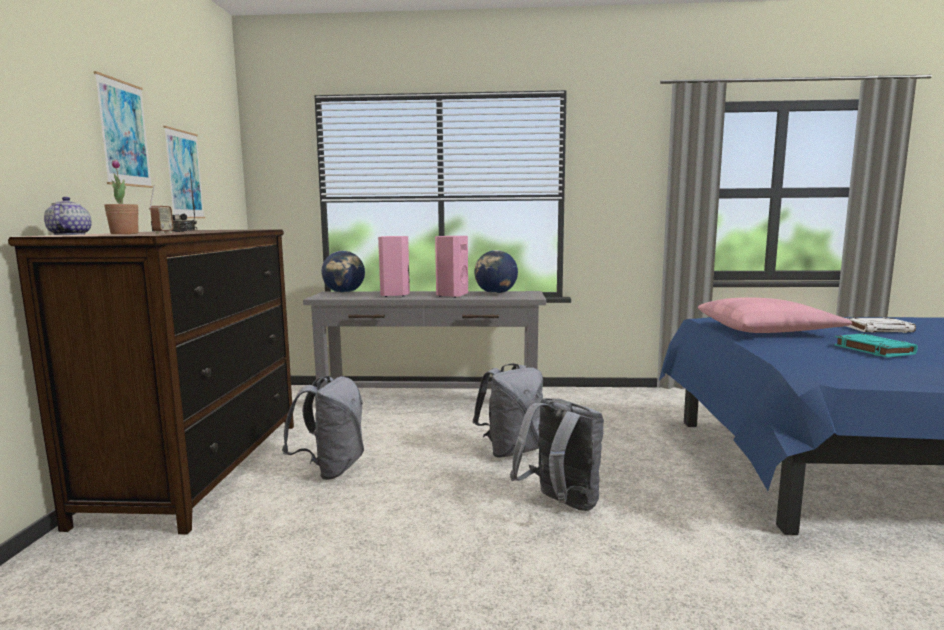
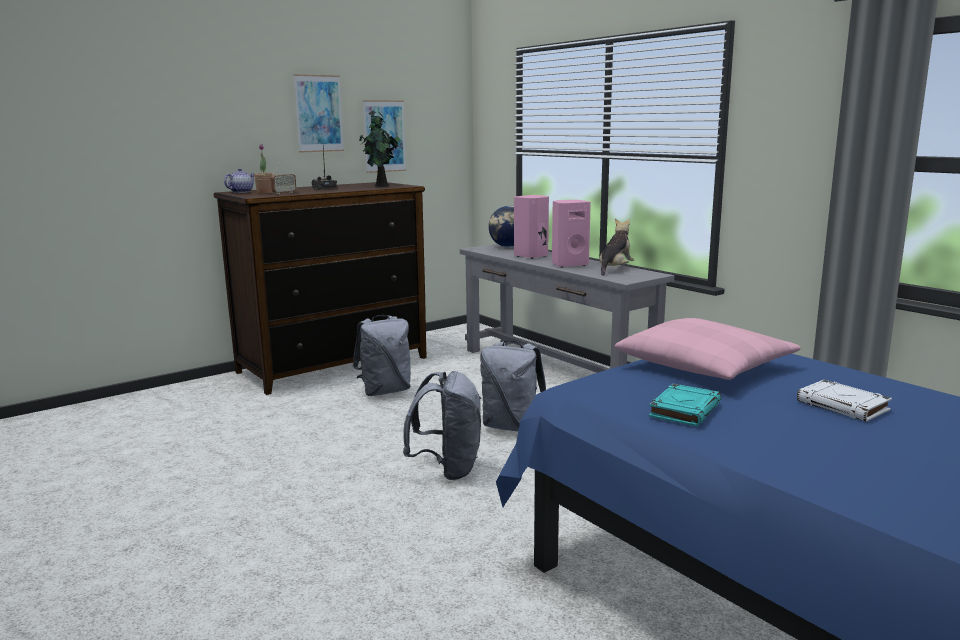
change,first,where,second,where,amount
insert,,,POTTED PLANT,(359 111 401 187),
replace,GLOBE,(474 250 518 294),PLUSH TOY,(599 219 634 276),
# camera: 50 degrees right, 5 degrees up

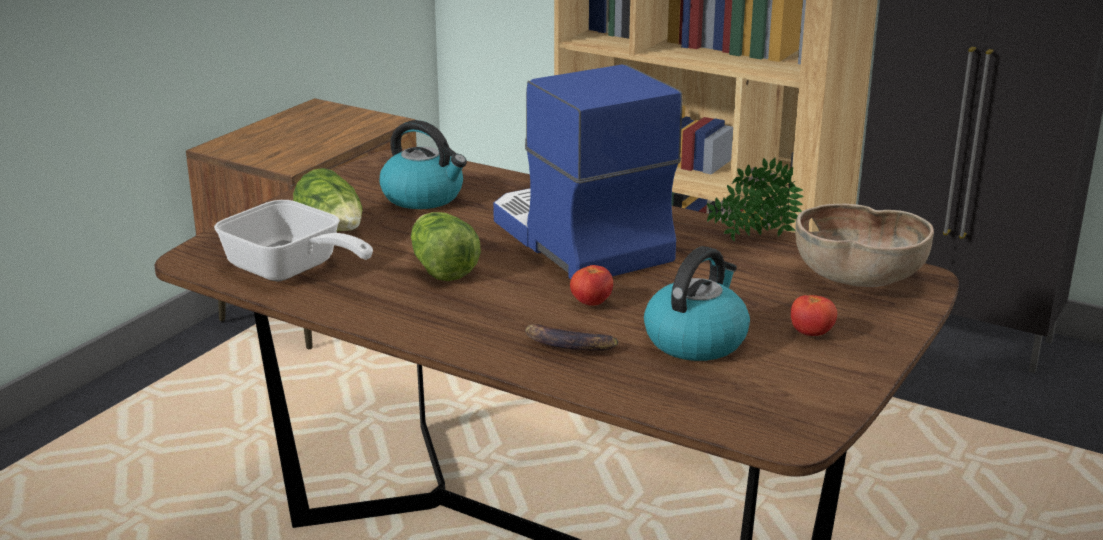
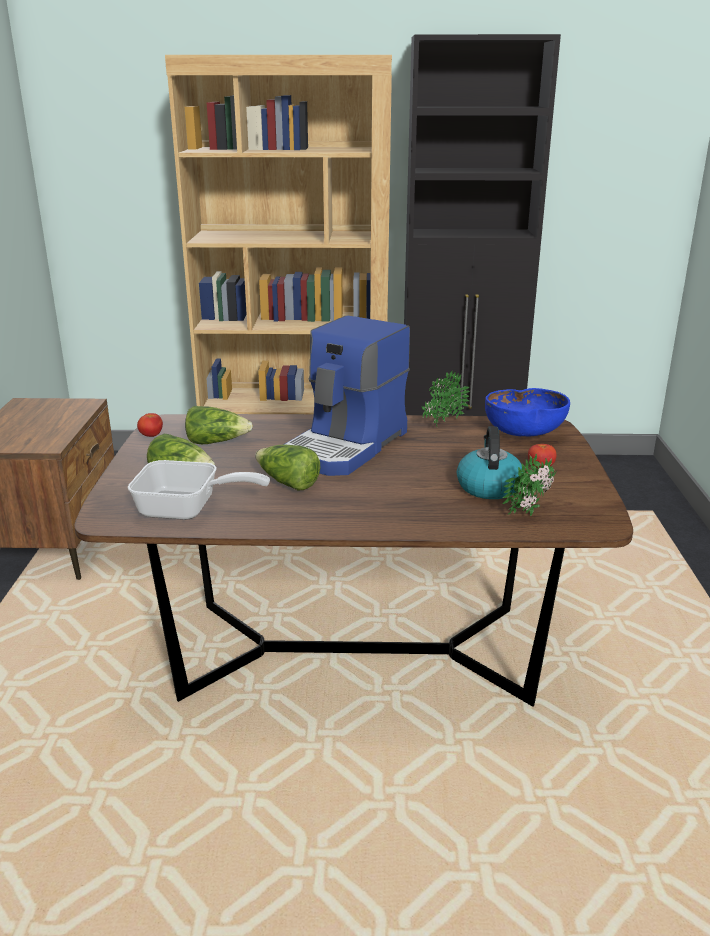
change,first,where,second,where,amount
delete,BANANA,(525 324 618 351),,,
insert,,,POTTED PLANT,(502 454 557 516),
move,TOMATO,(570 265 613 306),,(137 413 163 437),
replace,KETTLE,(380 120 467 209),LETTUCE,(185 406 253 444),
recolor,BROWN BOWL,(795 203 934 287),BLUE BOWL,(485 388 570 436),
rotate,COFFEE MACHINE,(493 64 683 279),,(284 316 410 476),90 degrees counterclockwise
# camera: 30 degrees left, 0 degrees up

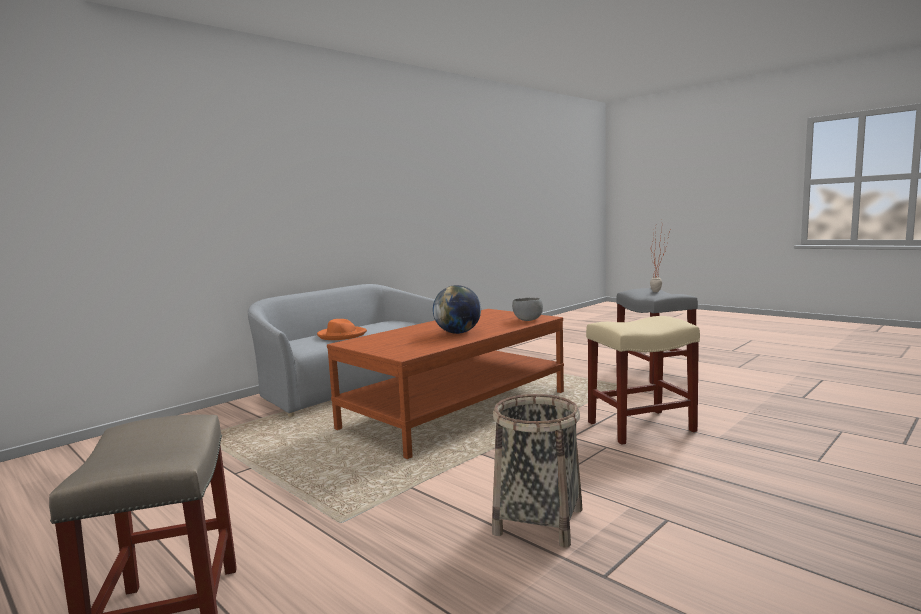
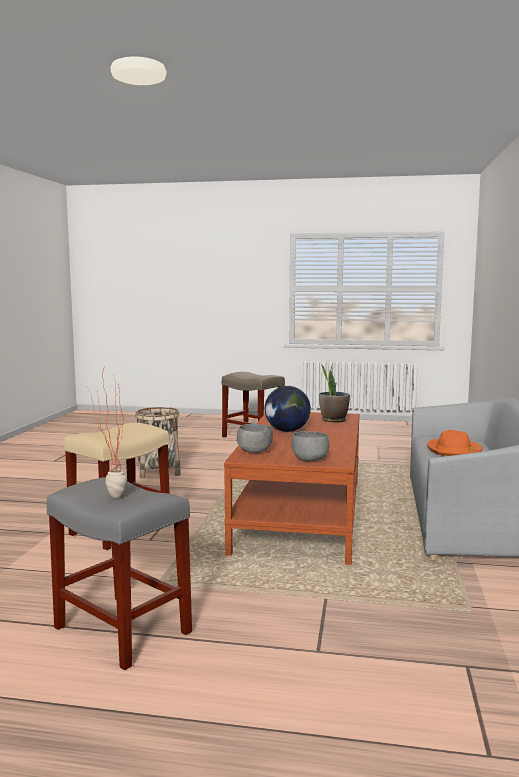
change,first,where,second,where,amount
insert,,,GREY BOWL,(292 431 330 462),
insert,,,POTTED PLANT,(319 365 350 423),
# camera: 145 degrees right, 0 degrees up

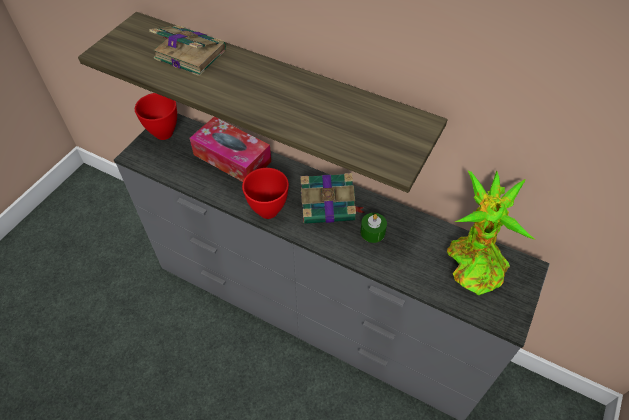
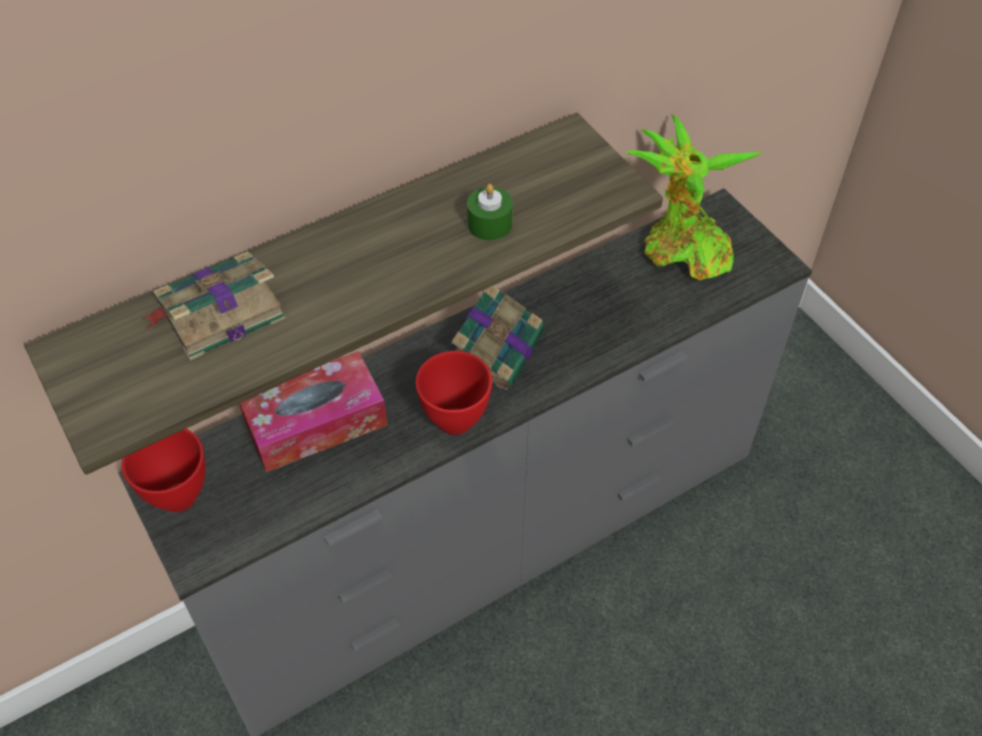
change,first,where,second,where,amount
move,GREEN CANDLE,(360 213 387 243),,(467 184 513 240),
# camera: 60 degrees left, 0 degrees up

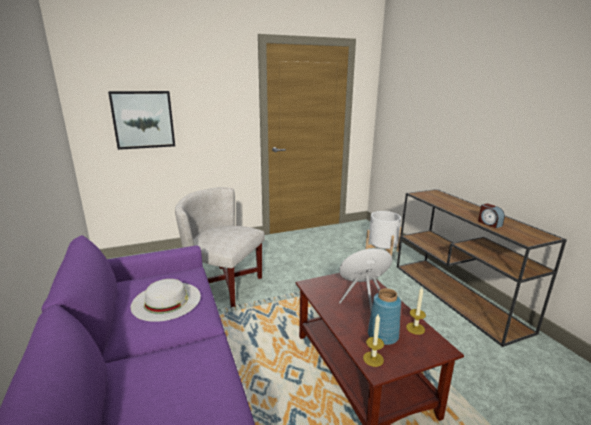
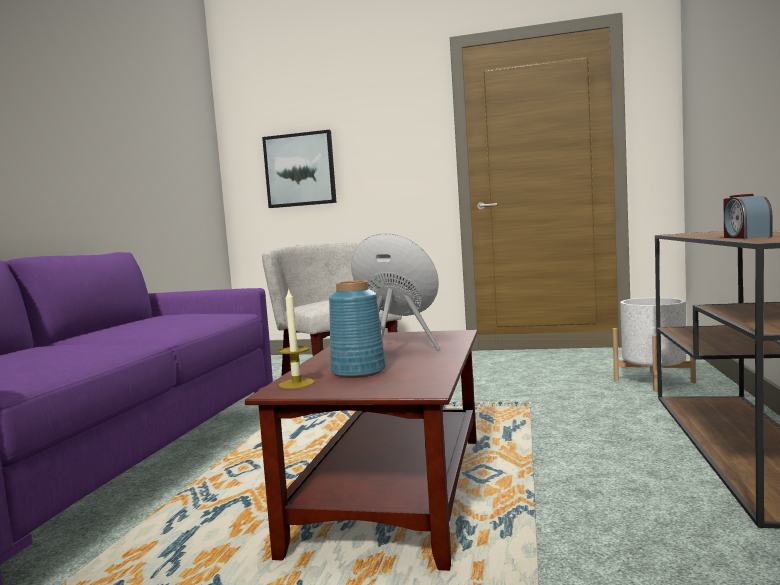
change,first,where,second,where,amount
delete,WHITE HAT,(131 279 201 322),,,
delete,CANDLE,(406 287 426 335),,,
# camera: 35 degrees right, 15 degrees down

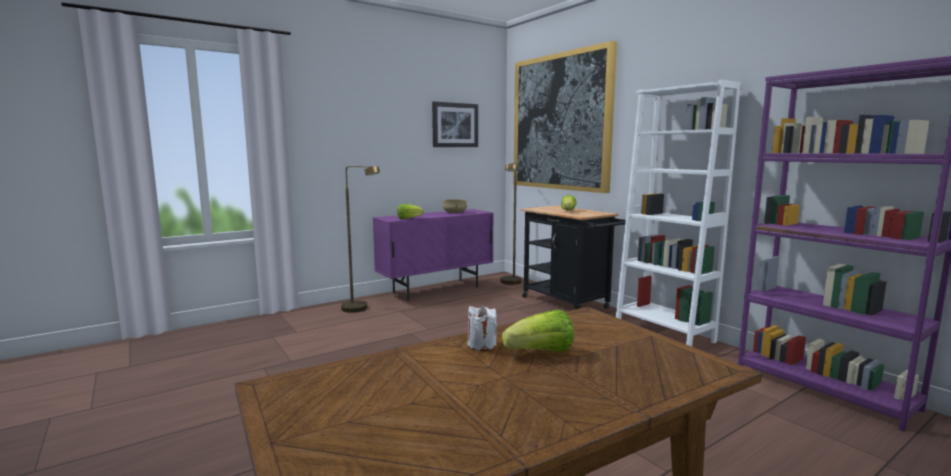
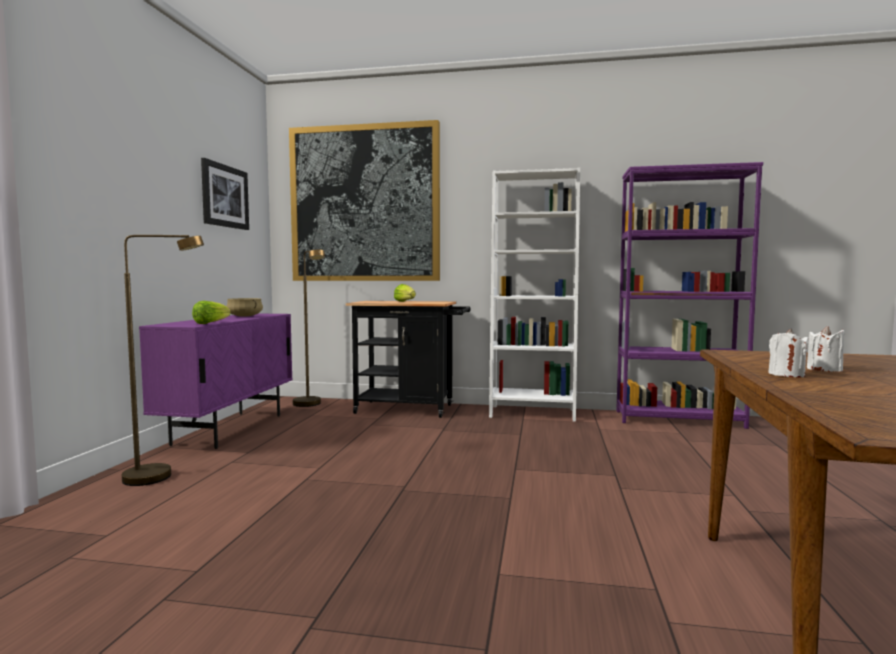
change,first,where,second,where,amount
replace,LETTUCE,(502 309 574 352),WHITE CANDLE,(807 326 845 372),
# camera: 45 degrees left, 5 degrees down

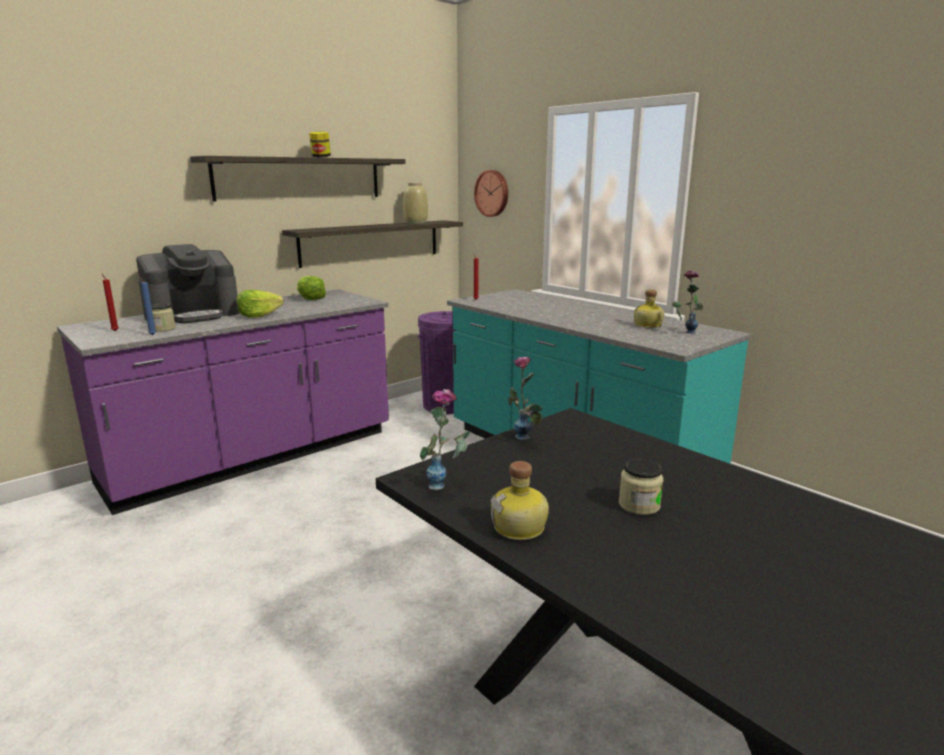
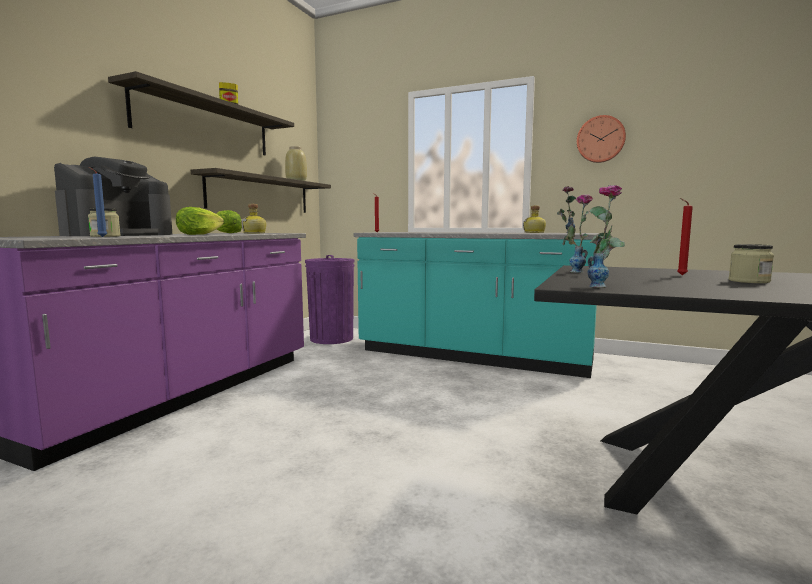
change,first,where,second,where,amount
move,RED CANDLE,(102 274 119 331),,(677 198 693 275),
move,WALL CLOCK,(474 170 508 217),,(577 115 626 163),
move,BOTTLE,(490 461 549 540),,(241 204 266 234),
# camera: 25 degrees left, 10 degrees down

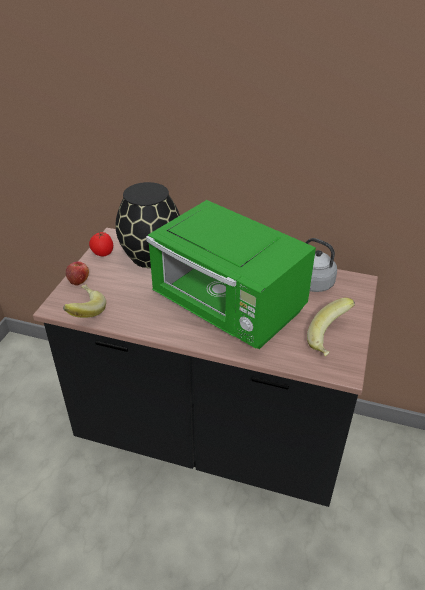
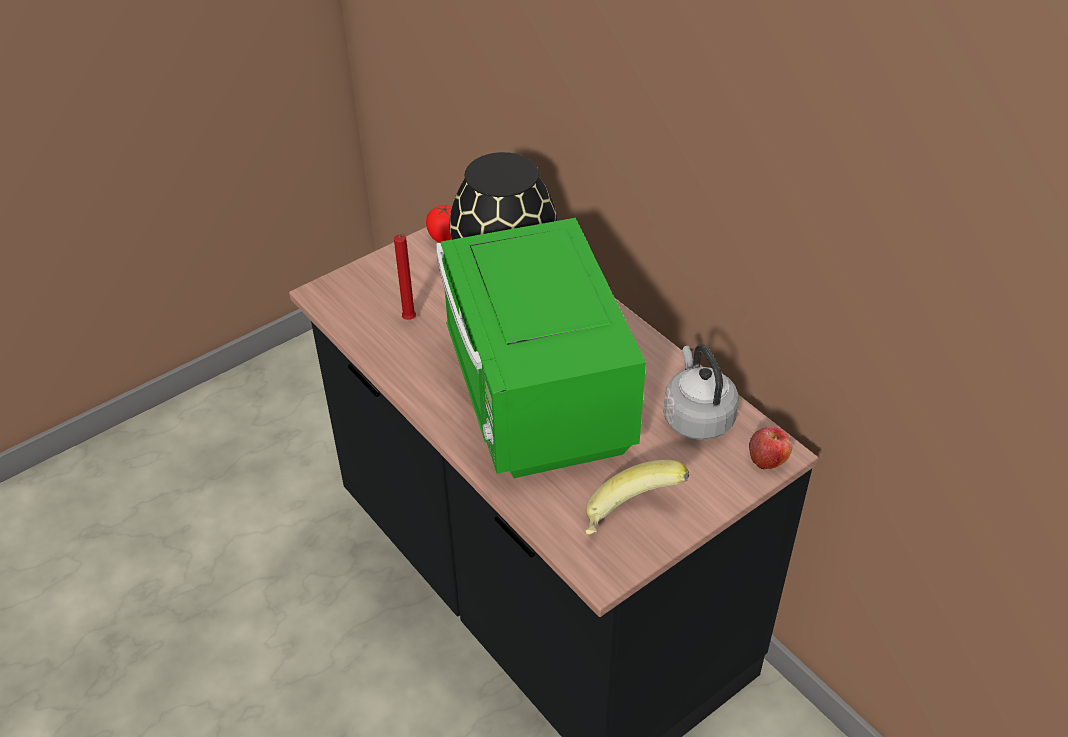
change,first,where,second,where,amount
delete,BANANA,(63 285 106 318),,,
insert,,,RED CANDLE,(394 233 416 320),
move,APPLE,(66 261 89 286),,(749 427 792 469),
# camera: 35 degrees right, 5 degrees up

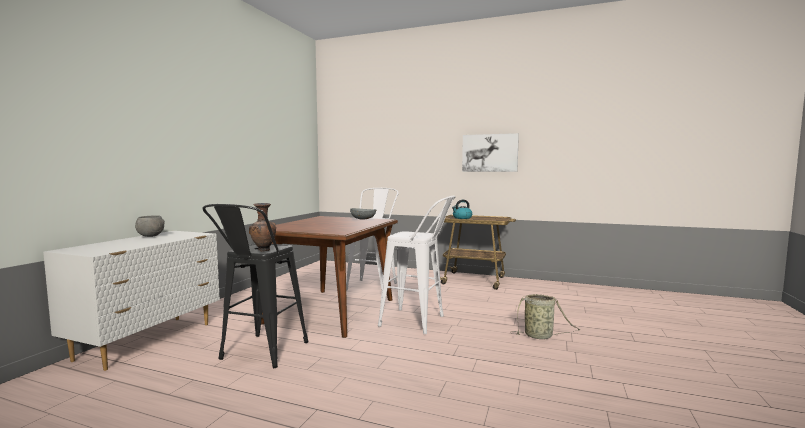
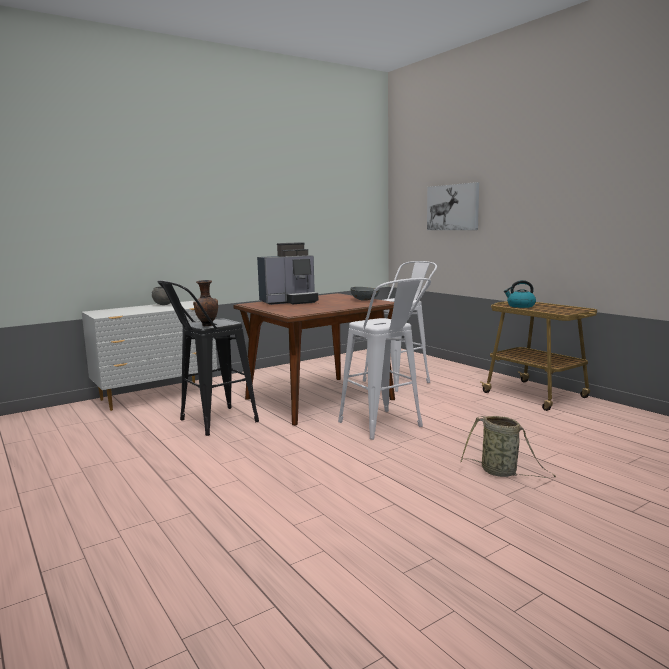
change,first,where,second,where,amount
insert,,,COFFEE MACHINE,(257 242 318 305),
move,PICTURE,(462 133 519 172),,(427 182 479 230),
# camera: 35 degrees right, 5 degrees up

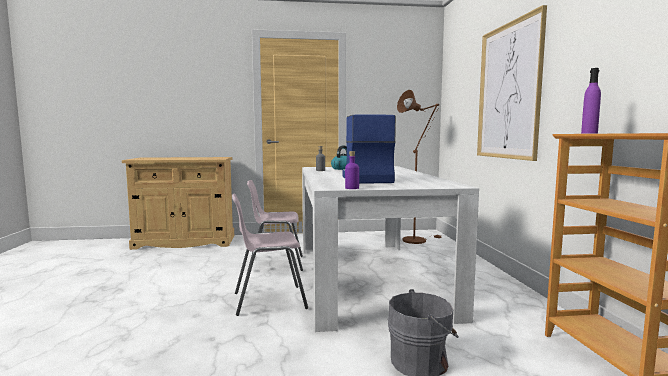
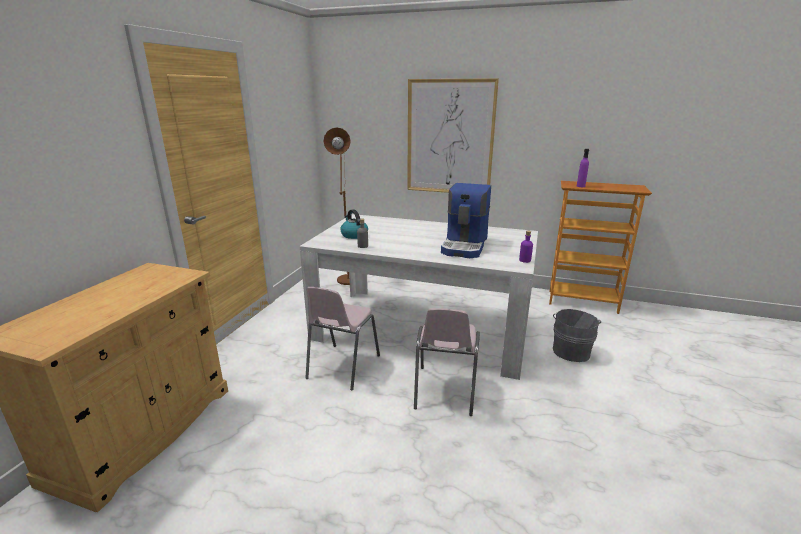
change,first,where,second,where,amount
rotate,COFFEE MACHINE,(342 114 396 184),,(441 183 491 258),90 degrees counterclockwise
# camera: 65 degrees left, 15 degrees up

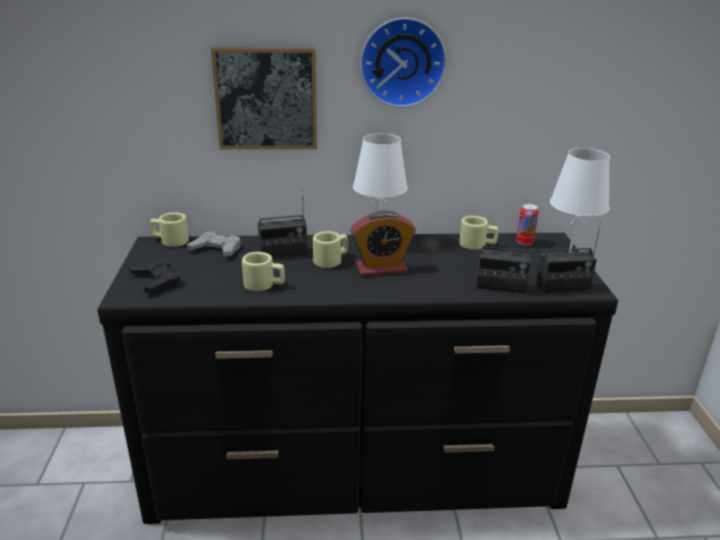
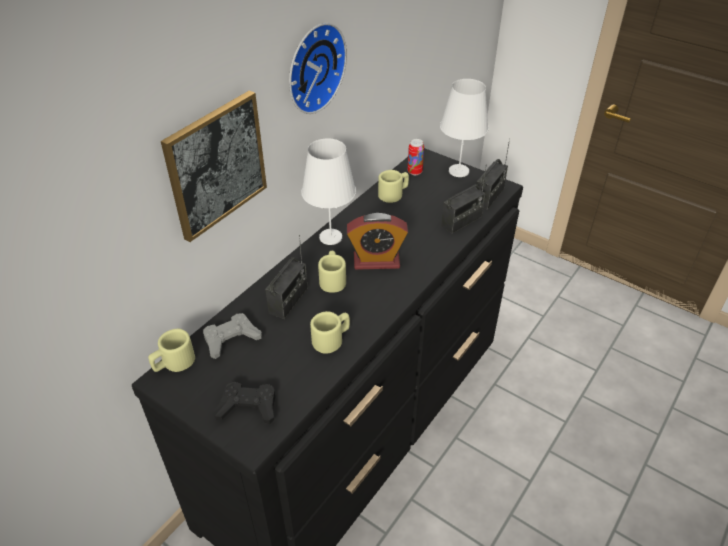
change,first,where,second,where,amount
rotate,ALARM CLOCK,(350 210 416 277),,(346 213 408 270),60 degrees clockwise
# camera: 50 degrees left, 15 degrees up

